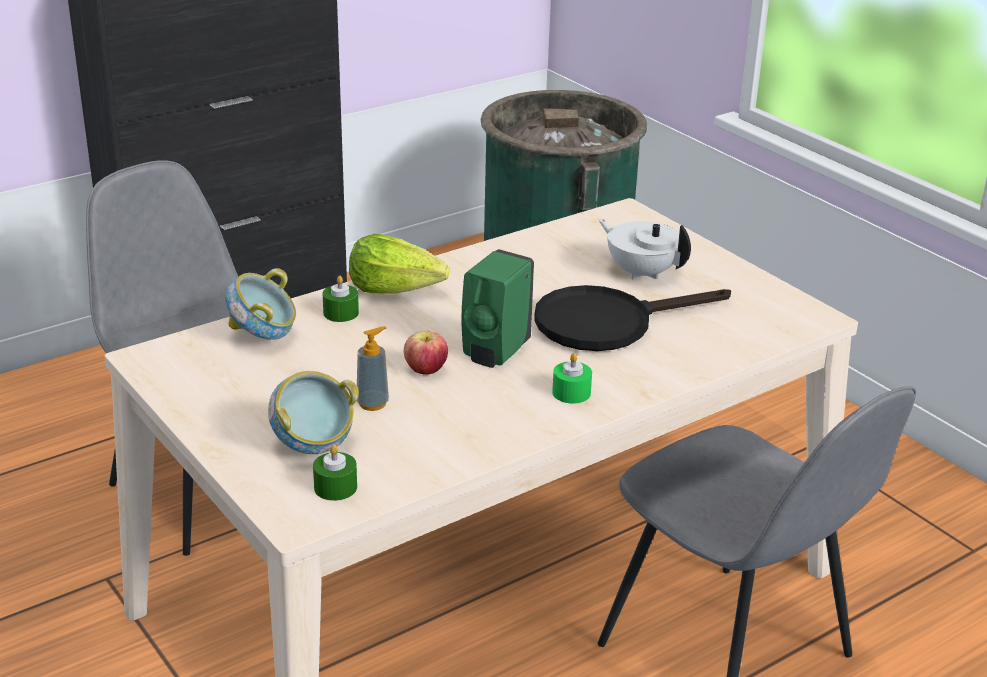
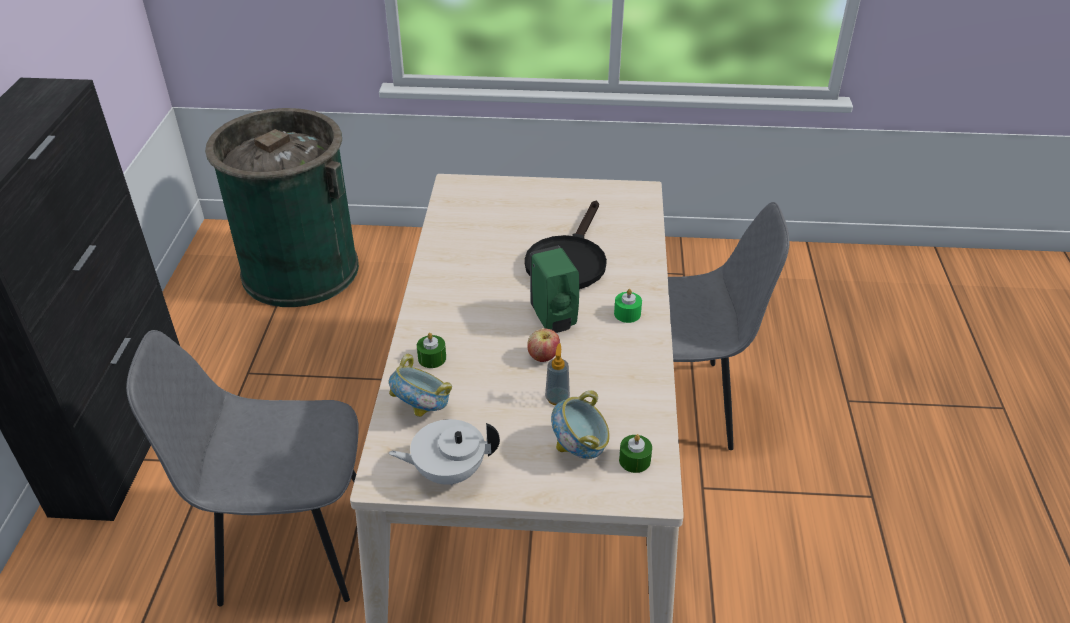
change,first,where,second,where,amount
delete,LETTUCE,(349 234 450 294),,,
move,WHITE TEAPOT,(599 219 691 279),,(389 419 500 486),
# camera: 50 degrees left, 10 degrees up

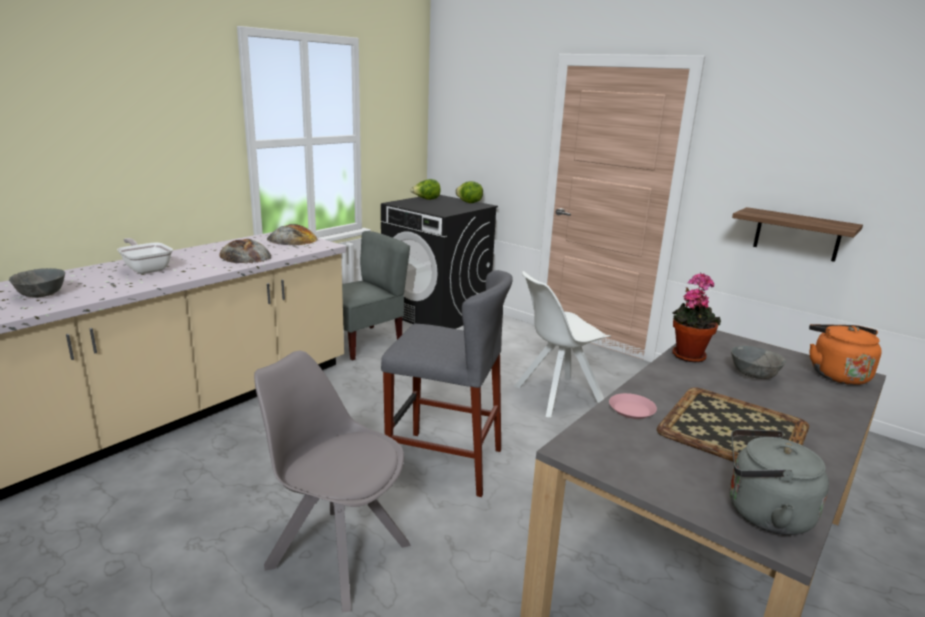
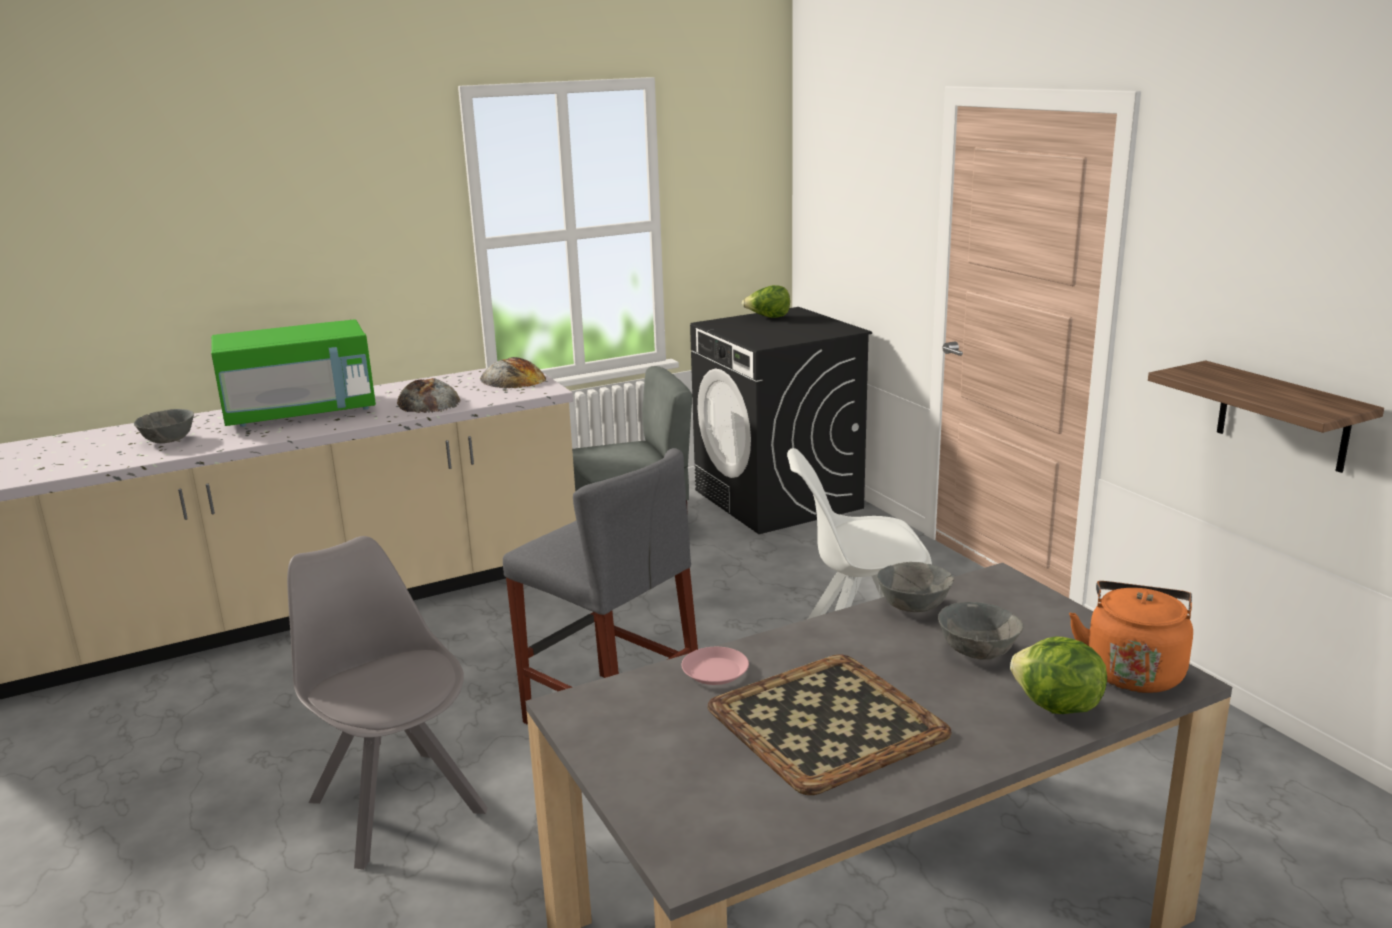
change,first,where,second,where,amount
delete,GREY KETTLE,(729 429 829 535),,,
move,LETTUCE,(455 181 483 203),,(1010 637 1107 714),
replace,FRYING PAN,(117 238 173 274),GREEN MICROWAVE,(211 319 376 427),
replace,POTTED PLANT,(672 273 721 362),GREY BOWL,(877 562 954 612),
# camera: 25 degrees right, 0 degrees up

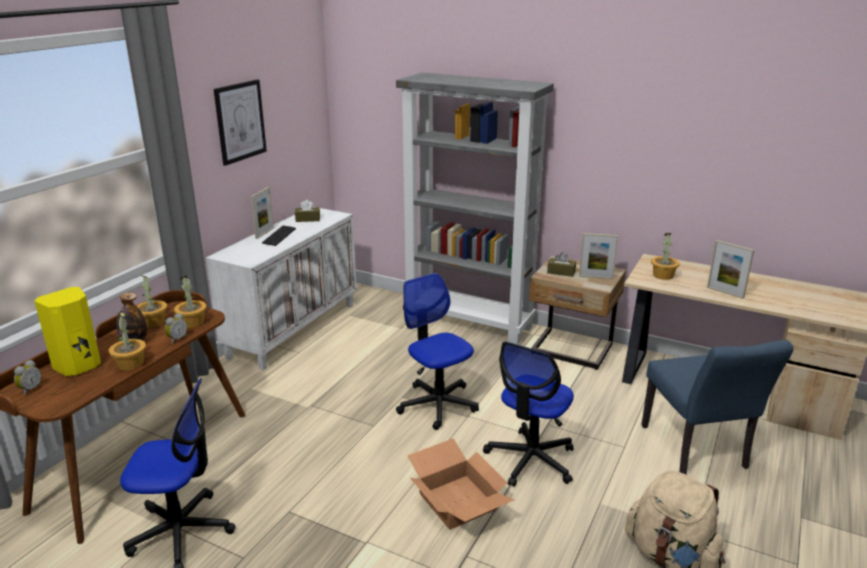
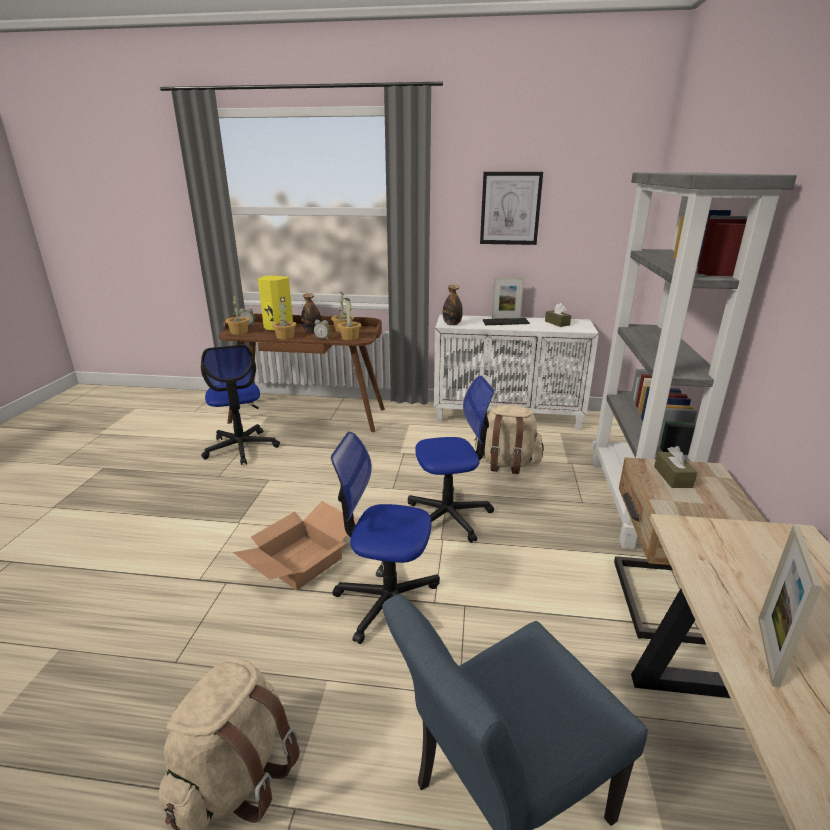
change,first,where,second,where,amount
delete,PICTURE FRAME,(579 233 618 279),,,
insert,,,BOTTLE,(443 285 463 325),
insert,,,BEIGE BACKPACK,(474 405 544 474),
move,POTTED PLANT,(651 233 680 280),,(225 294 250 335),
rotate,OFFICE CHAIR,(396 273 479 430),,(408 376 494 543),45 degrees clockwise
# camera: 70 degrees right, 0 degrees up

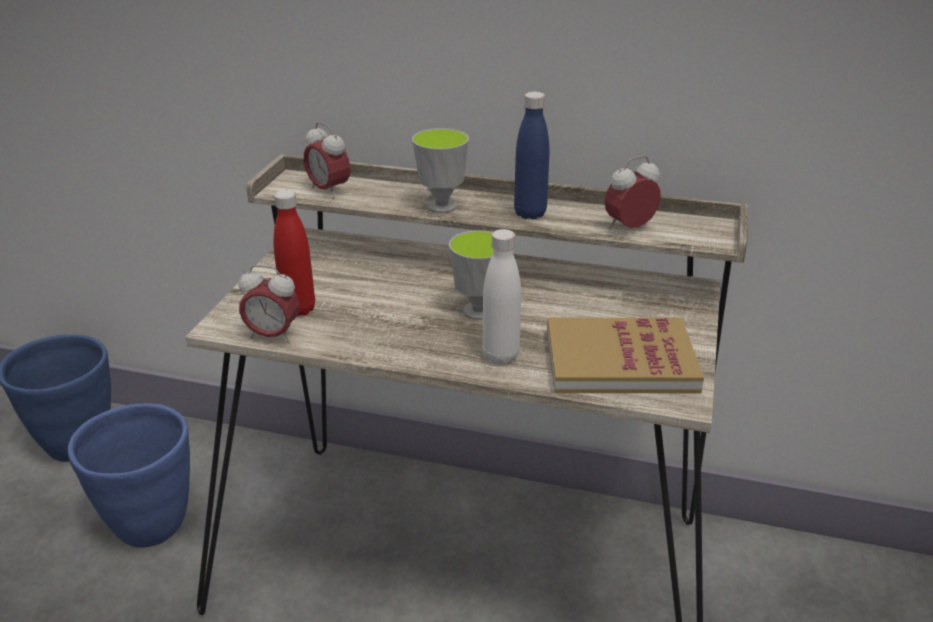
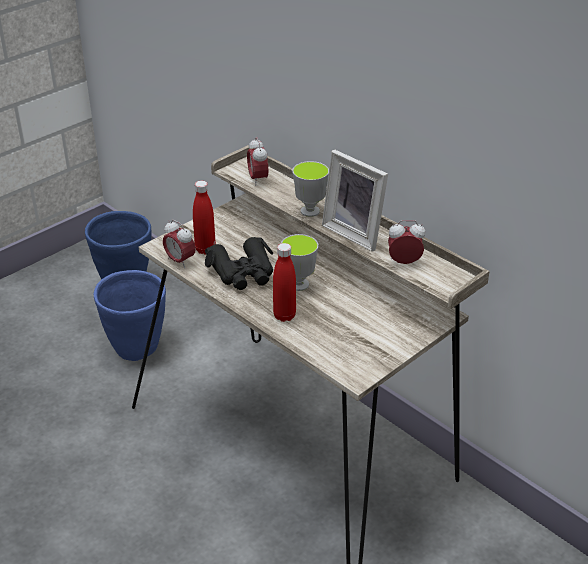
change,first,where,second,where,amount
delete,BOOK,(547 317 704 393),,,
insert,,,BLACK BINOCULARS,(205 237 273 290),
replace,BLUE BOTTLE,(514 92 549 219),PICTURE FRAME,(322 150 388 252),
recolor,WHITE BOTTLE,(482 229 521 365),RED BOTTLE,(273 243 296 322),
# camera: 30 degrees right, 5 degrees up

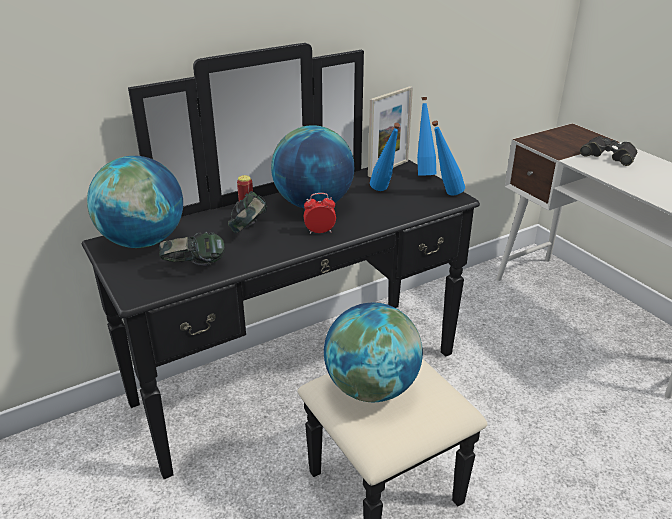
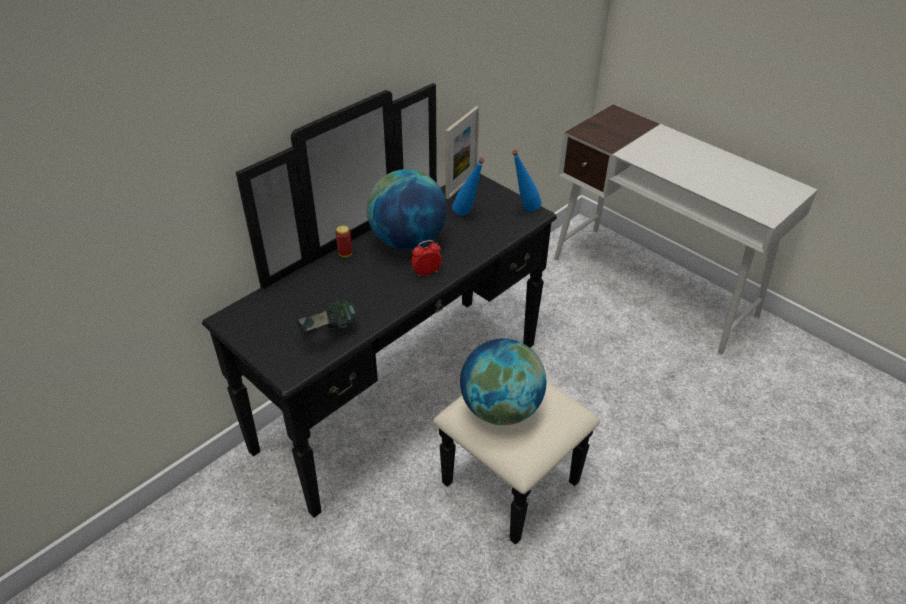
change,first,where,second,where,amount
delete,GLOBE,(87 156 183 248),,,
delete,HEADPHONES,(228 191 268 233),,,
delete,BLUE BOTTLE,(417 97 436 176),,,
delete,BLACK BINOCULARS,(580 136 637 166),,,
# camera: 15 degrees left, 10 degrees up

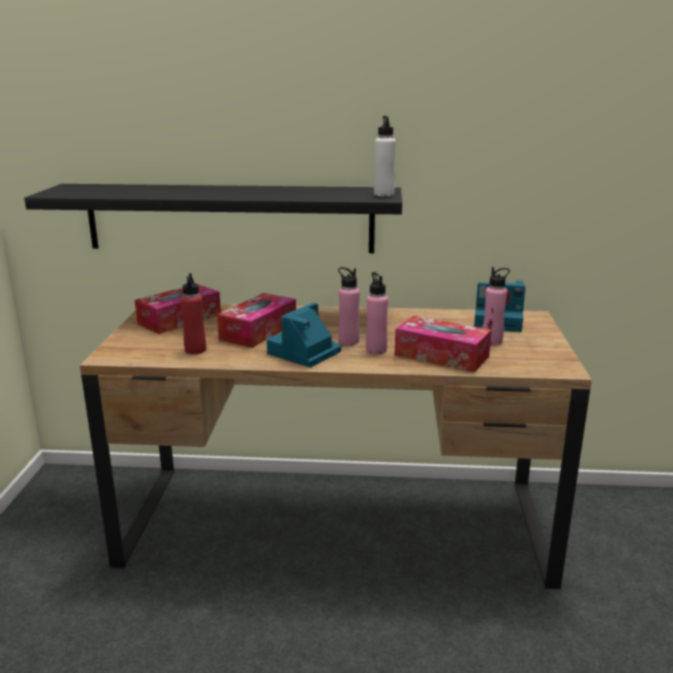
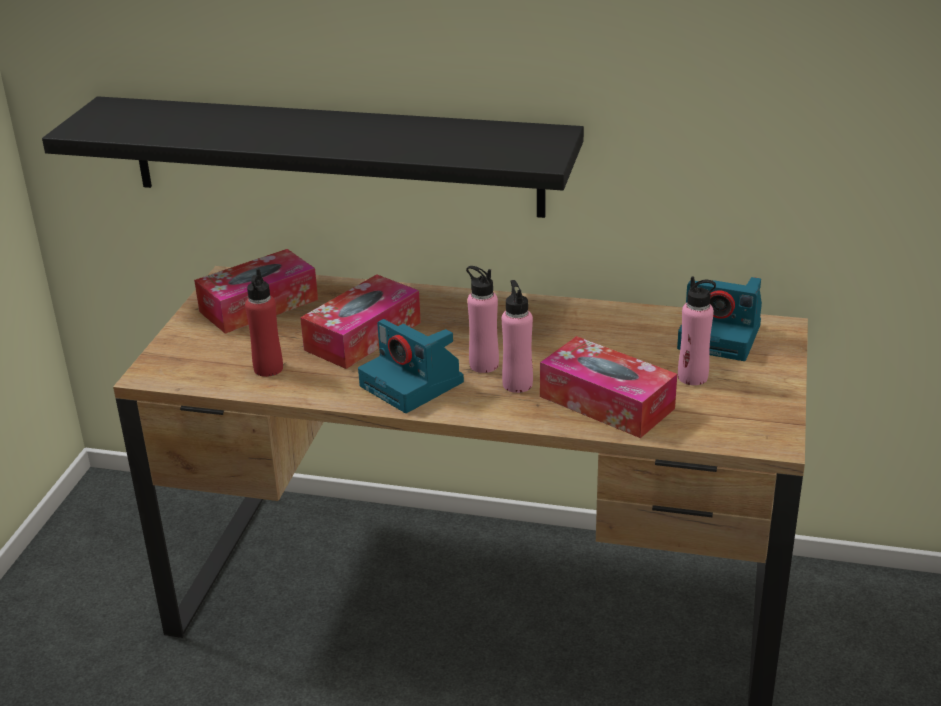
change,first,where,second,where,amount
delete,WHITE BOTTLE,(374 116 396 196),,,
rotate,PHOTO CAMERA,(267 303 341 367),,(358 319 464 413),90 degrees counterclockwise
# camera: 10 degrees right, 10 degrees up

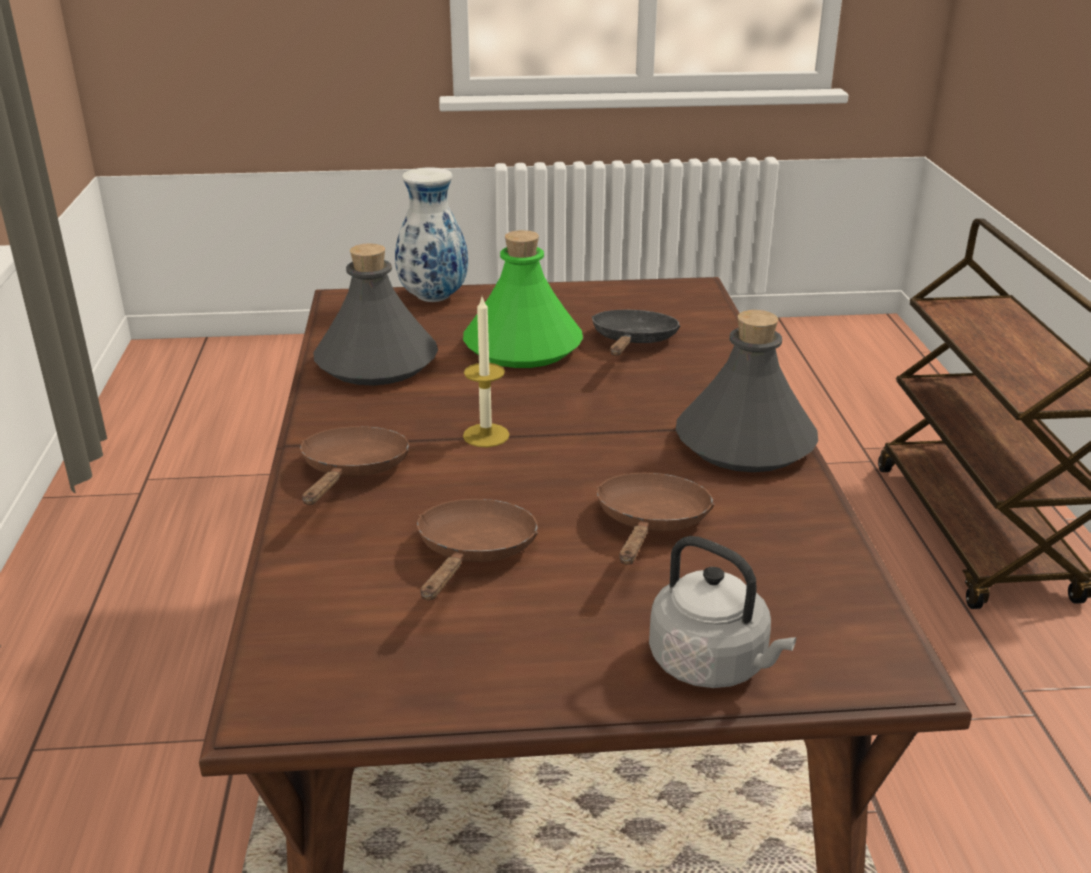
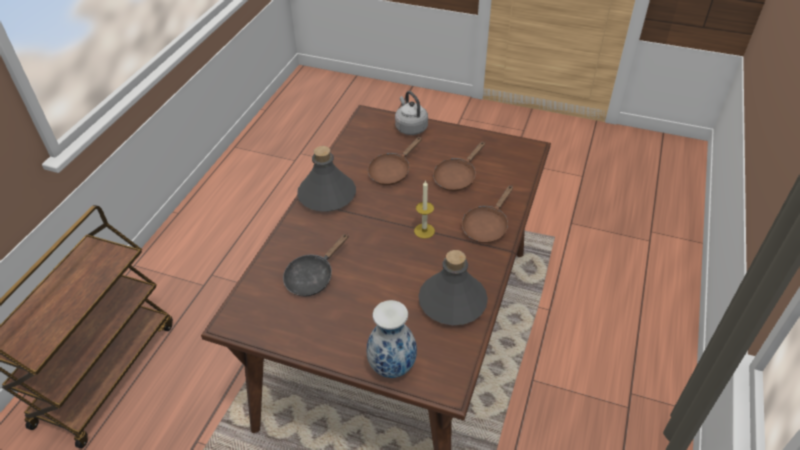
change,first,where,second,where,amount
delete,GREEN BOTTLE,(463 230 583 368),,,
# camera: 155 degrees left, 15 degrees up

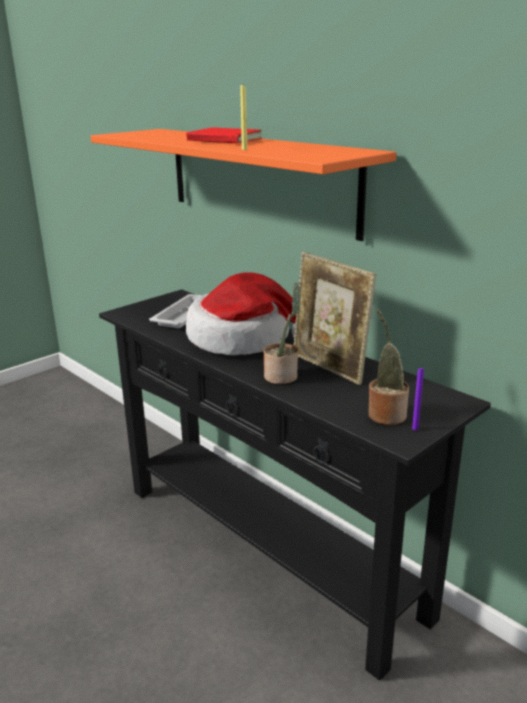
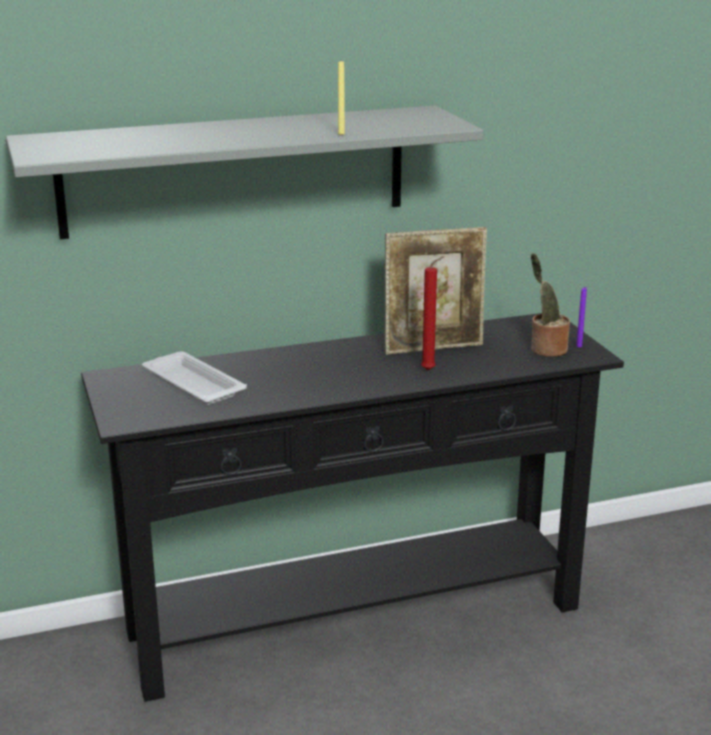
change,first,where,second,where,amount
delete,RED BOOK,(186 128 262 143),,,
delete,HAT,(186 272 296 355),,,
replace,POTTED PLANT,(263 283 301 384),RED CANDLE,(421 256 444 370),
recolor,ORANGE SHELF,(90 129 396 241),GREY SHELF,(5 105 483 239),
# camera: 65 degrees left, 0 degrees up

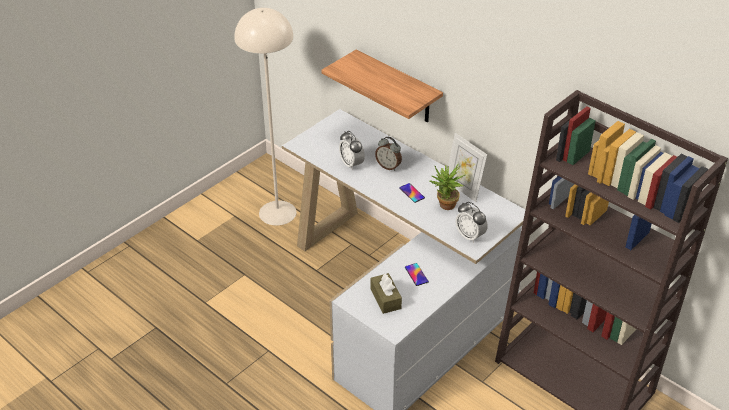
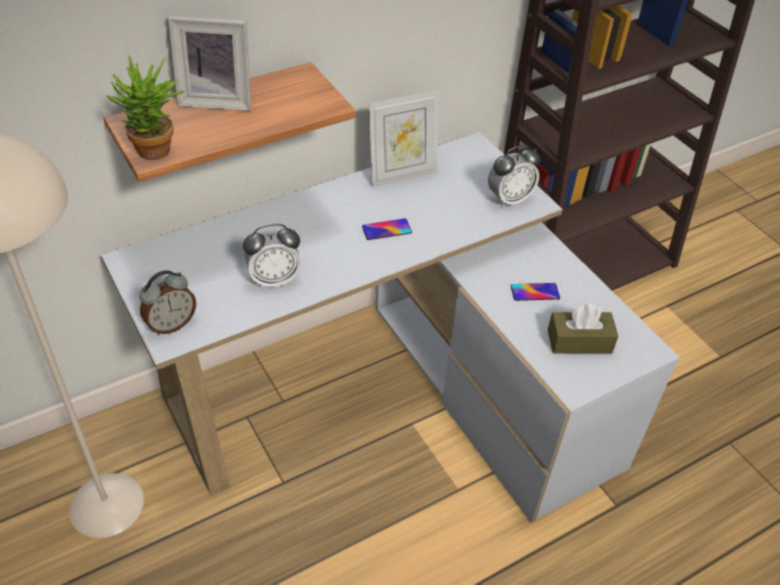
change,first,where,second,where,amount
insert,,,PICTURE FRAME,(168 16 251 111),
move,ALARM CLOCK,(375 137 402 171),,(139 270 196 335),
move,POTTED PLANT,(429 163 467 210),,(106 55 185 160),
# camera: 75 degrees left, 5 degrees up

